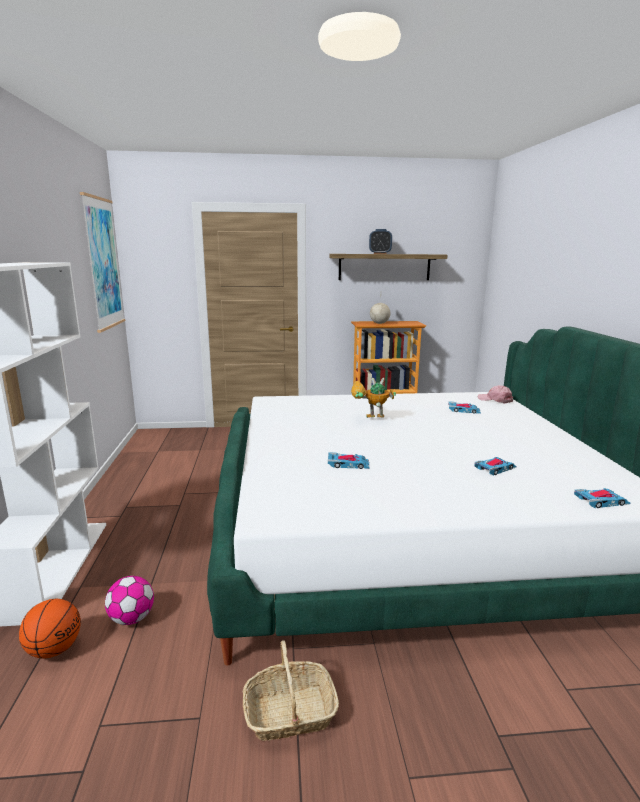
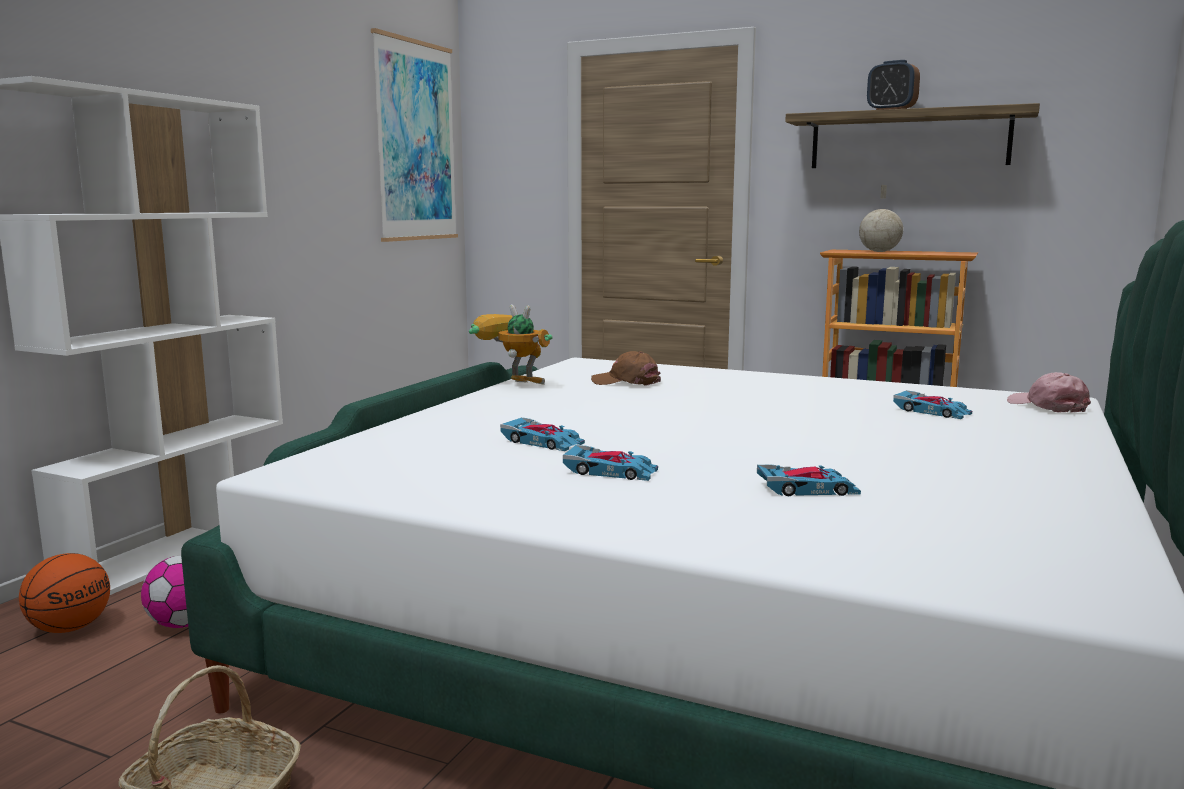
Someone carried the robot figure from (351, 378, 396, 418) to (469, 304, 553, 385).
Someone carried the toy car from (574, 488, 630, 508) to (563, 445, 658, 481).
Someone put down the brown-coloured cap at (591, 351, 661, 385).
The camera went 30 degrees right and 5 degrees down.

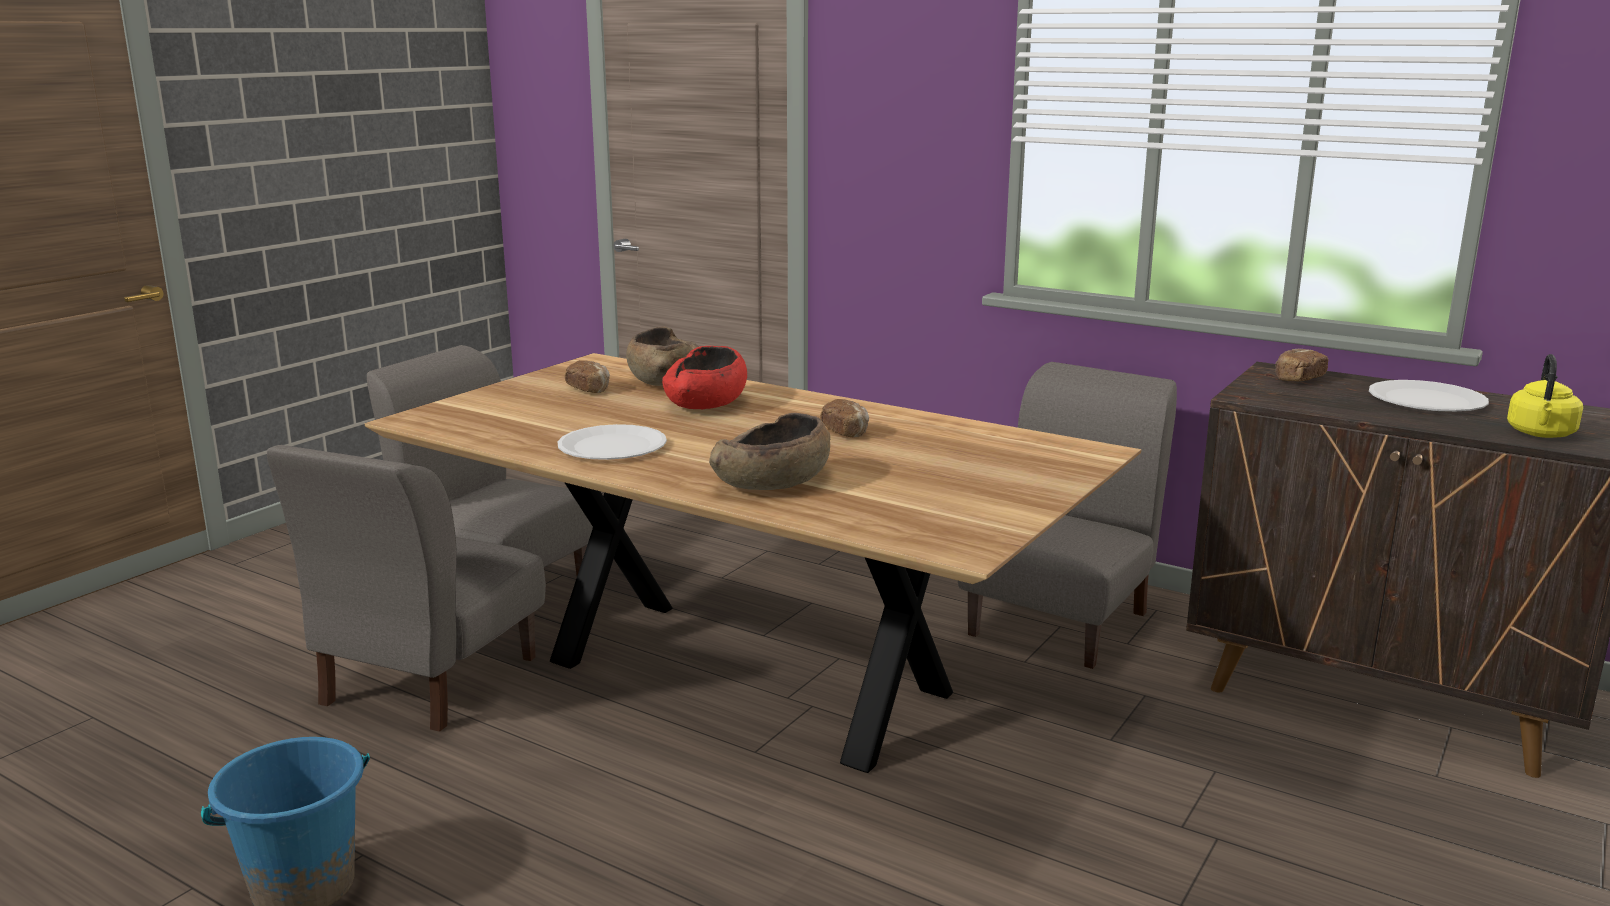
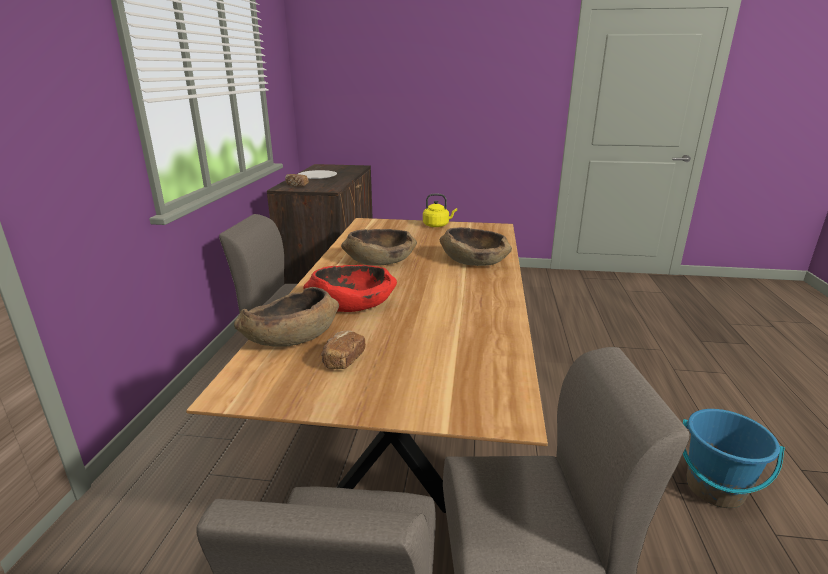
Someone took away the white-coloured plate at (557, 424, 667, 460).
Someone swapped the bakery bread at (820, 399, 869, 437) for the brown-coloured deep dish at (341, 229, 417, 266).
Someone carried the yellowish water kettle from (1507, 354, 1583, 438) to (423, 194, 457, 227).
The camera went 115 degrees left and 5 degrees up.

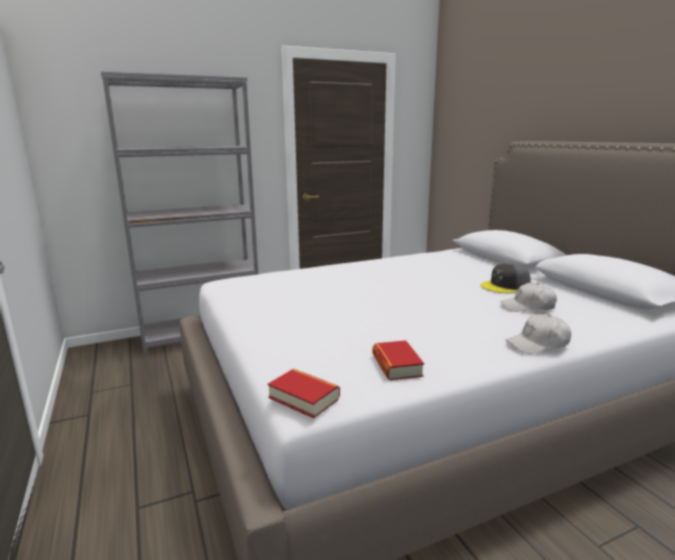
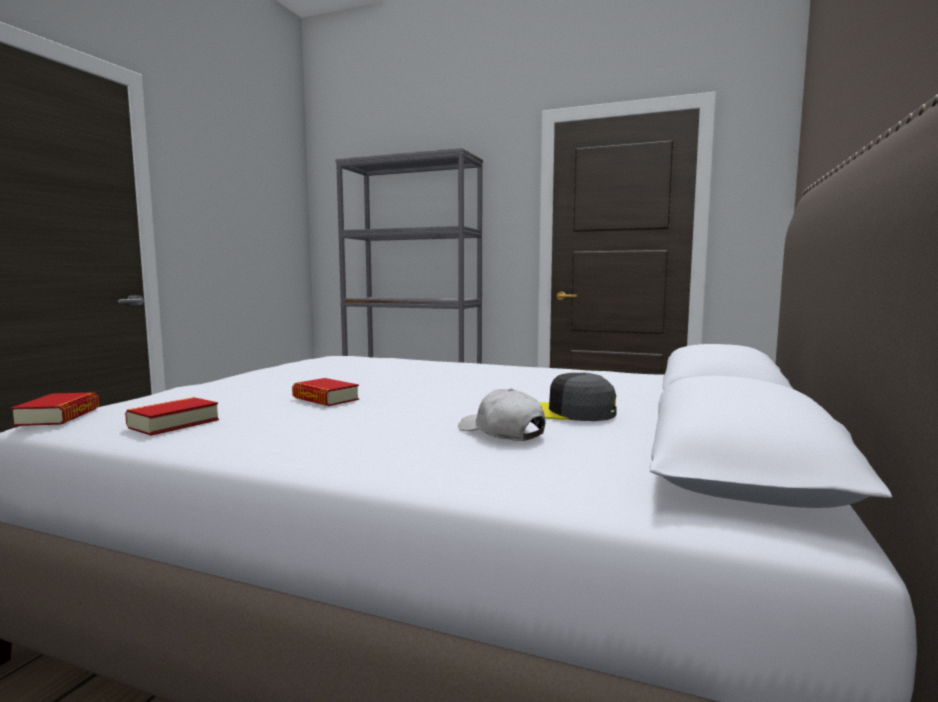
Someone took away the white-coloured cap at (506, 314, 571, 354).
Someone put down the volume at (292, 378, 359, 406).
The camera went 45 degrees right and 10 degrees down.

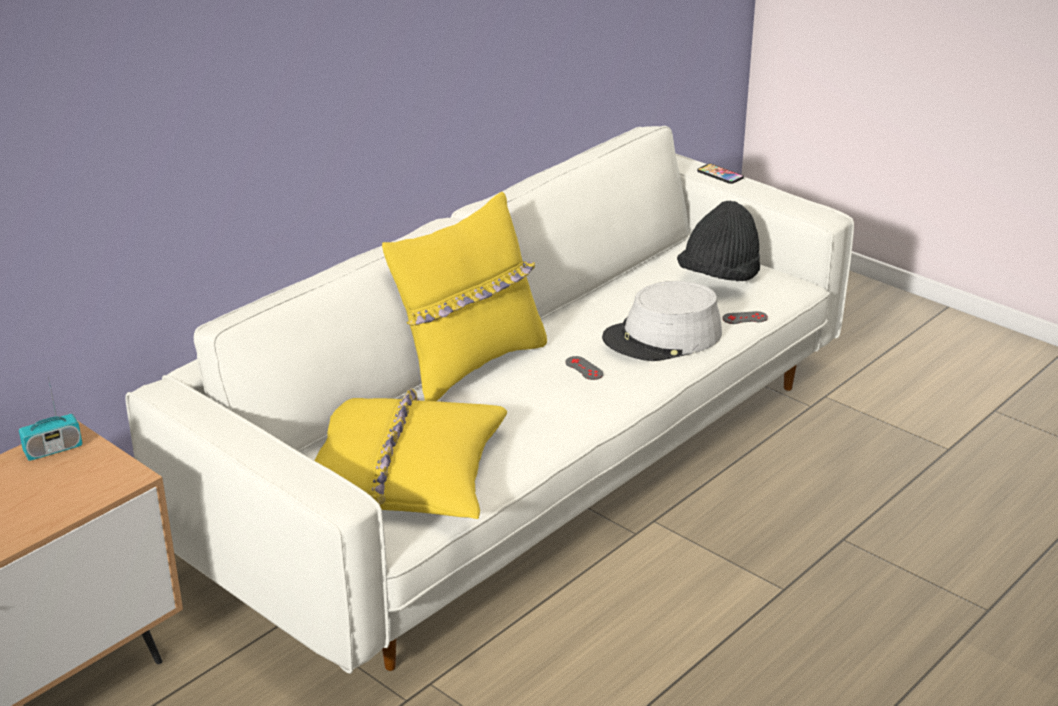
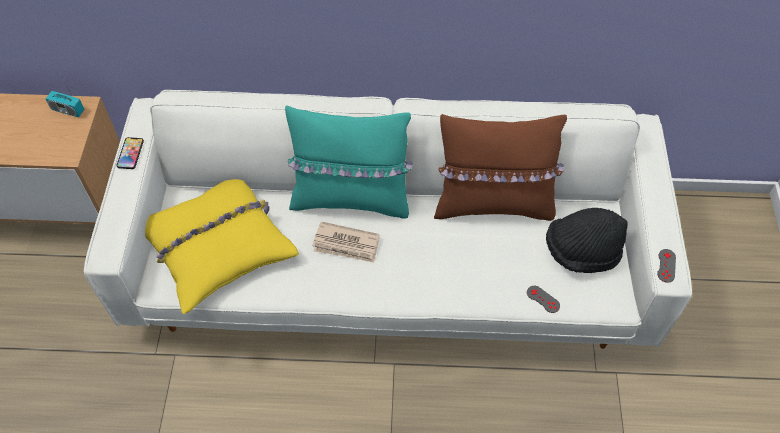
Someone repainted the yellowish cushion at (382, 192, 547, 401), which became the blue-green cushion at (285, 106, 413, 219).
Someone carried the grey joypad from (565, 356, 604, 380) to (657, 249, 676, 283).
Someone took away the grey clothing hat at (602, 281, 722, 361).
Someone carried the phone from (697, 164, 744, 184) to (117, 137, 144, 169).
Someone put down the daily paper at (312, 221, 379, 263).
Someone put down the brown-coloured cushion at (434, 114, 567, 221).
The camera went 50 degrees right and 25 degrees up.

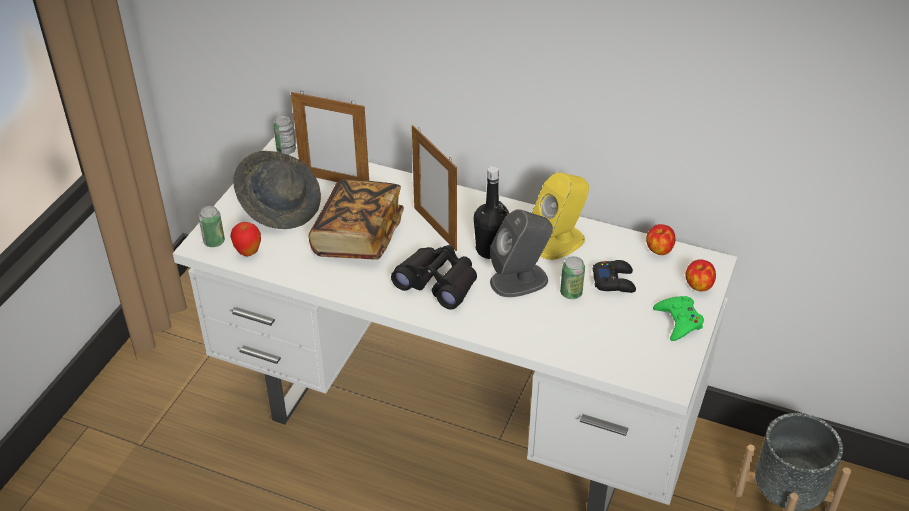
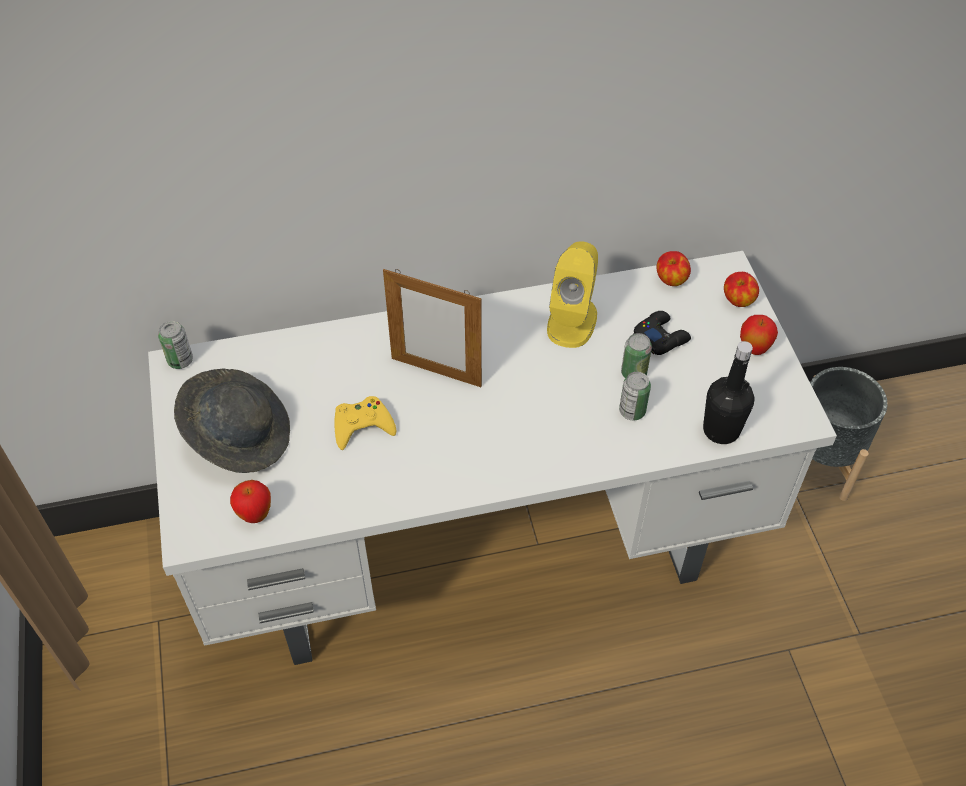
Someone carried the sealed can from (198, 206, 225, 247) to (619, 372, 651, 420).
Someone took away the picture frame at (291, 92, 369, 182).
Someone swapped the volume at (309, 179, 404, 260) for the yellowish joypad at (334, 396, 397, 450).
Someone took away the black binoculars at (391, 245, 477, 309).
Someone carried the black bottle from (474, 166, 509, 259) to (703, 341, 755, 444).
Someone took away the grey loudspeaker at (490, 209, 553, 297).
Someone swapped the greenish joypad at (653, 296, 704, 341) for the apple at (740, 315, 778, 355).
The camera went 35 degrees left and 10 degrees up.

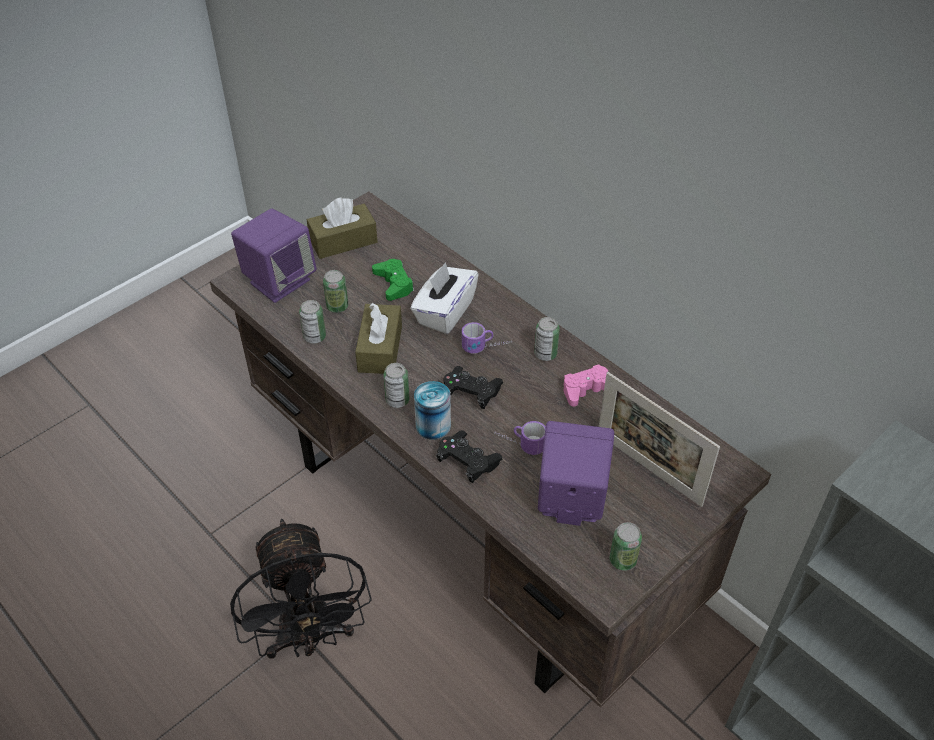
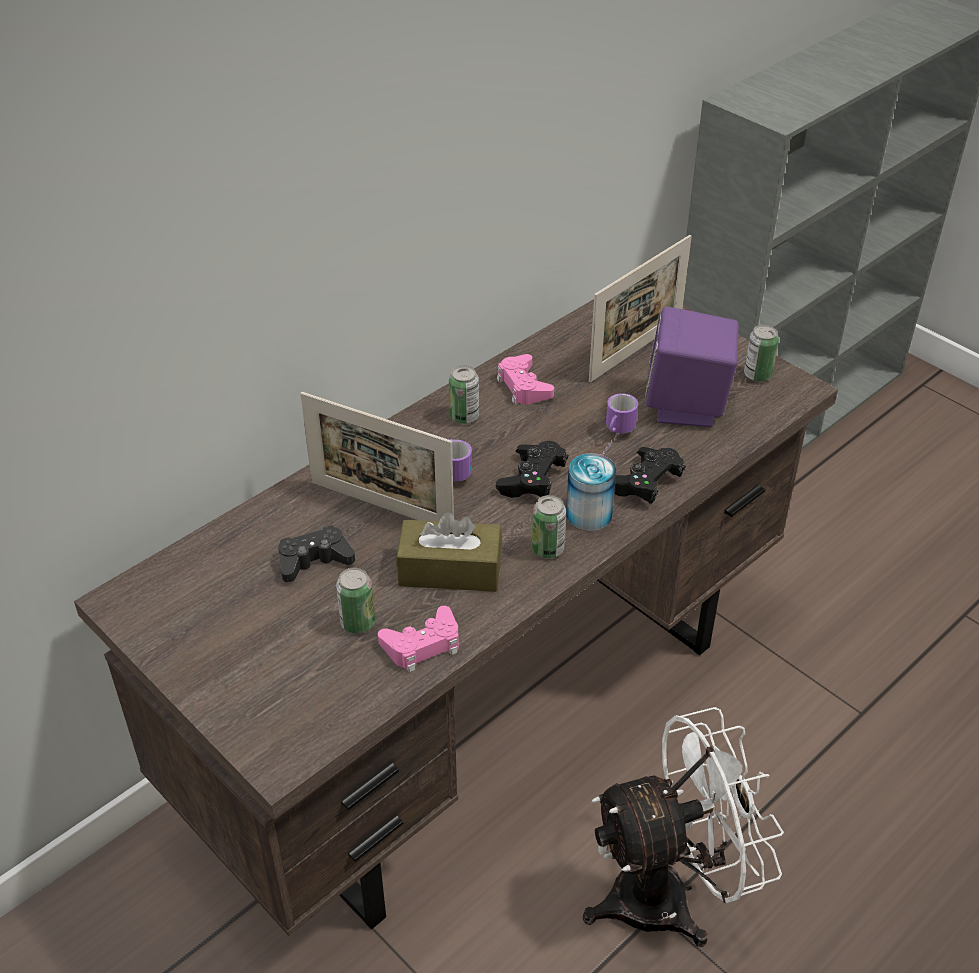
Someone repainted the black cooling fan at (230, 519, 372, 659), which became the white-coloured cooling fan at (582, 707, 784, 947).
Someone took away the purple loudspeaker at (231, 208, 317, 303).
Someone swapped the sealed can at (299, 300, 326, 344) for the pink joypad at (378, 606, 459, 672).
Someone took away the brown-coloured tissue holder at (307, 197, 377, 259).
Someone repainted the greenish joypad at (372, 259, 414, 301), which became the black joypad at (278, 525, 355, 582).
Someone swapped the white-coloured tissue holder at (410, 262, 479, 334) for the picture frame at (300, 392, 454, 521).
The camera went 90 degrees left and 5 degrees down.

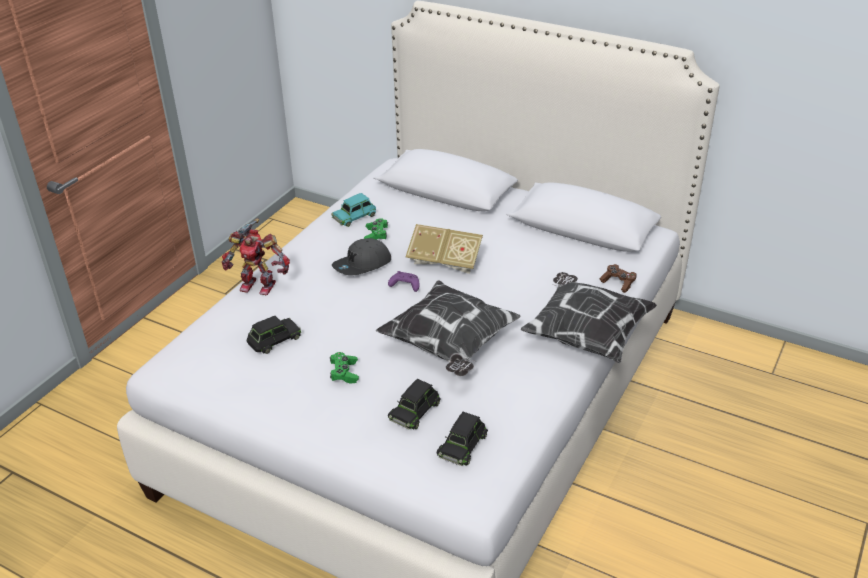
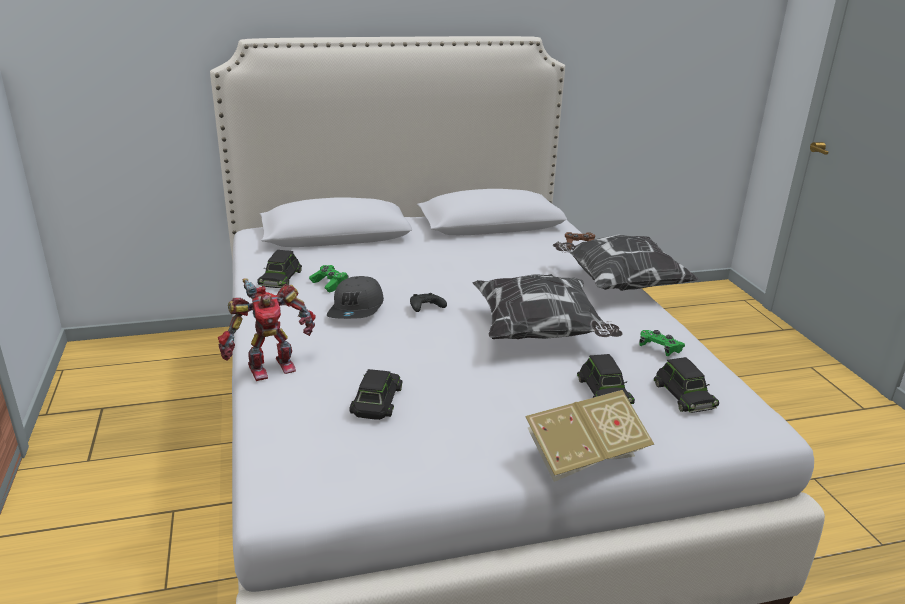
Someone carried the greenish joypad from (329, 352, 359, 384) to (639, 330, 685, 356).
Someone repainted the blue-green toy car at (331, 193, 376, 227), which became the black toy car at (257, 250, 302, 288).
Someone repainted the purple joypad at (388, 271, 420, 292), which became the black joypad at (410, 293, 447, 312).
Someone carried the volume from (406, 224, 483, 274) to (525, 390, 654, 482).
The camera went 45 degrees left and 10 degrees down.

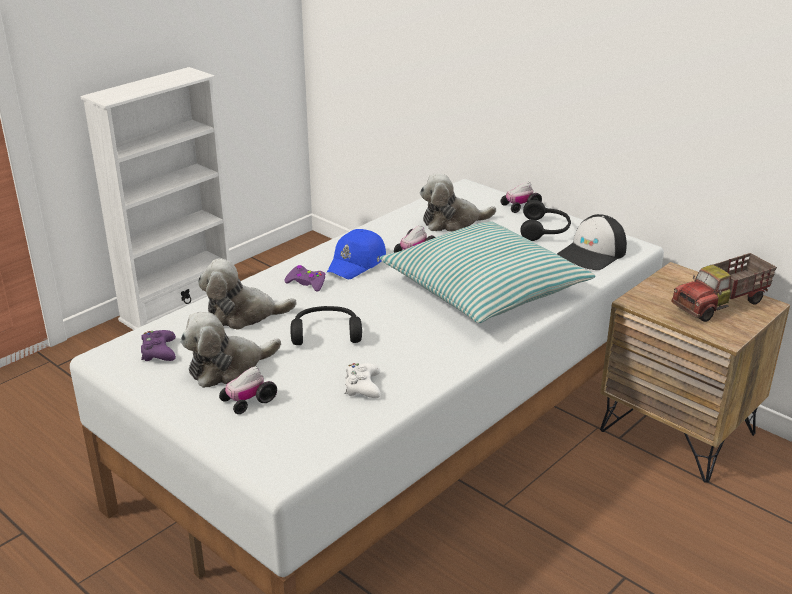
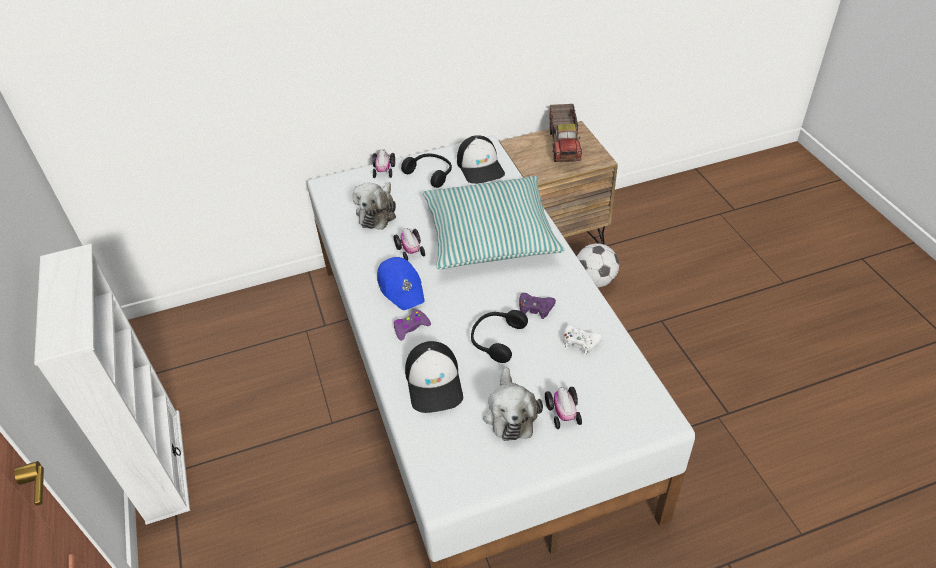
Someone carried the purple joypad from (141, 330, 176, 361) to (519, 293, 556, 319).
Someone swapped the cuddly toy at (198, 258, 297, 330) for the cap at (405, 341, 463, 413).
Someone put down the ball for football at (577, 243, 619, 287).
The camera went 60 degrees left and 15 degrees up.

